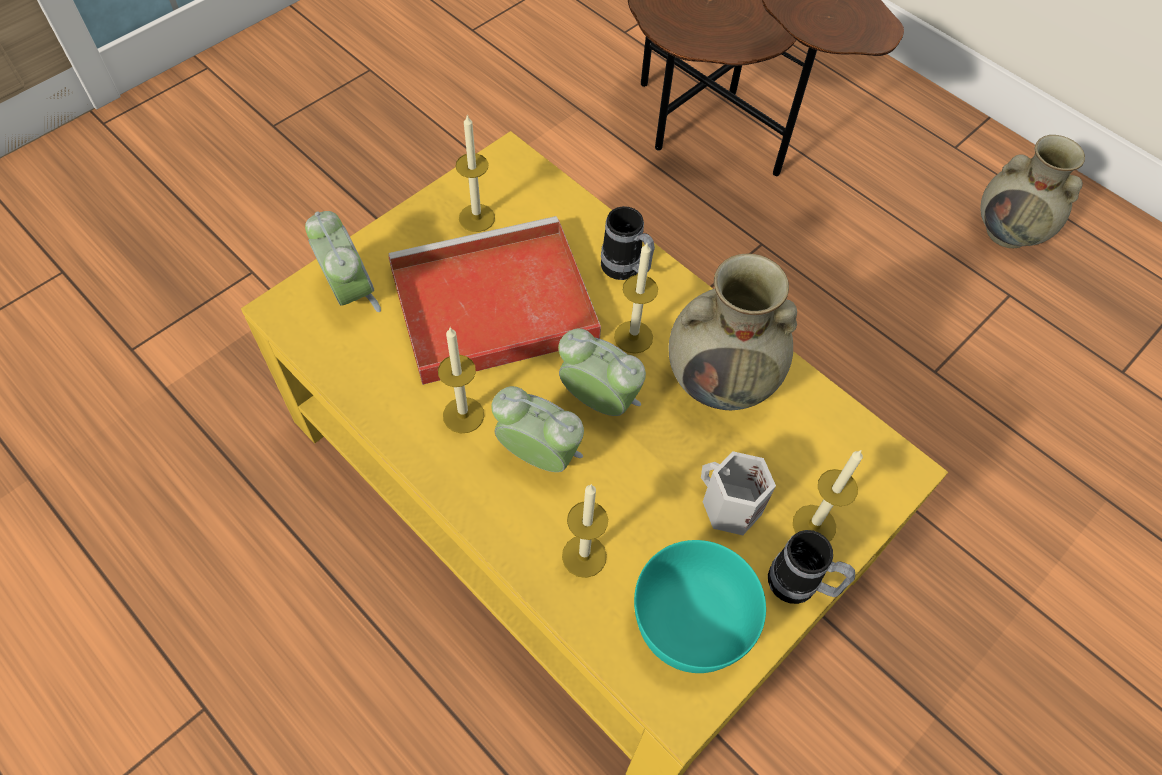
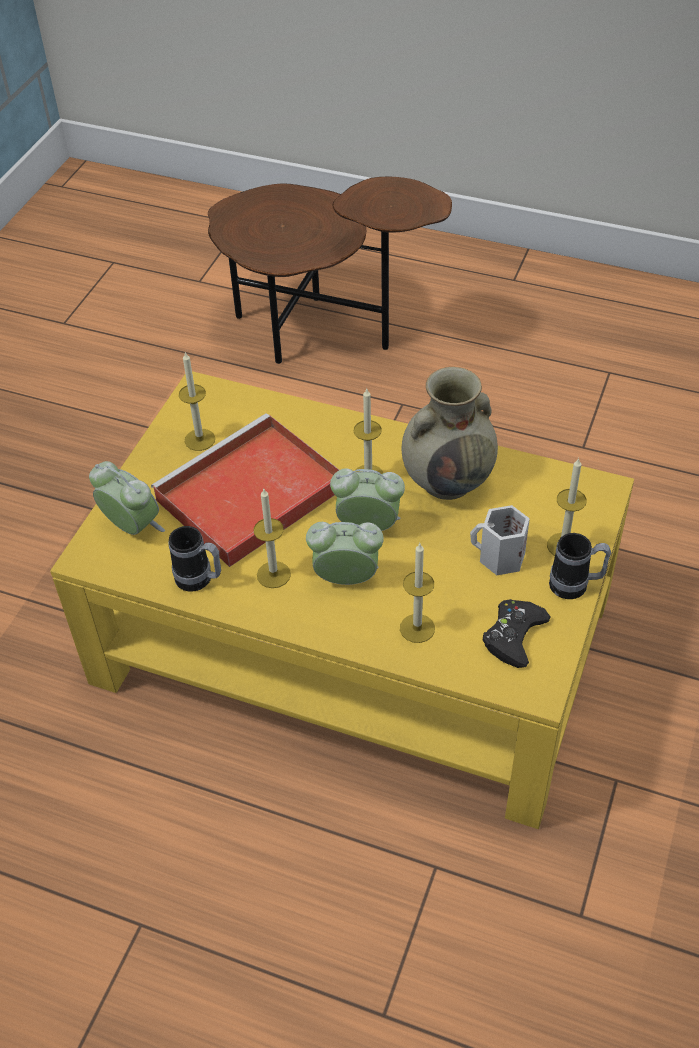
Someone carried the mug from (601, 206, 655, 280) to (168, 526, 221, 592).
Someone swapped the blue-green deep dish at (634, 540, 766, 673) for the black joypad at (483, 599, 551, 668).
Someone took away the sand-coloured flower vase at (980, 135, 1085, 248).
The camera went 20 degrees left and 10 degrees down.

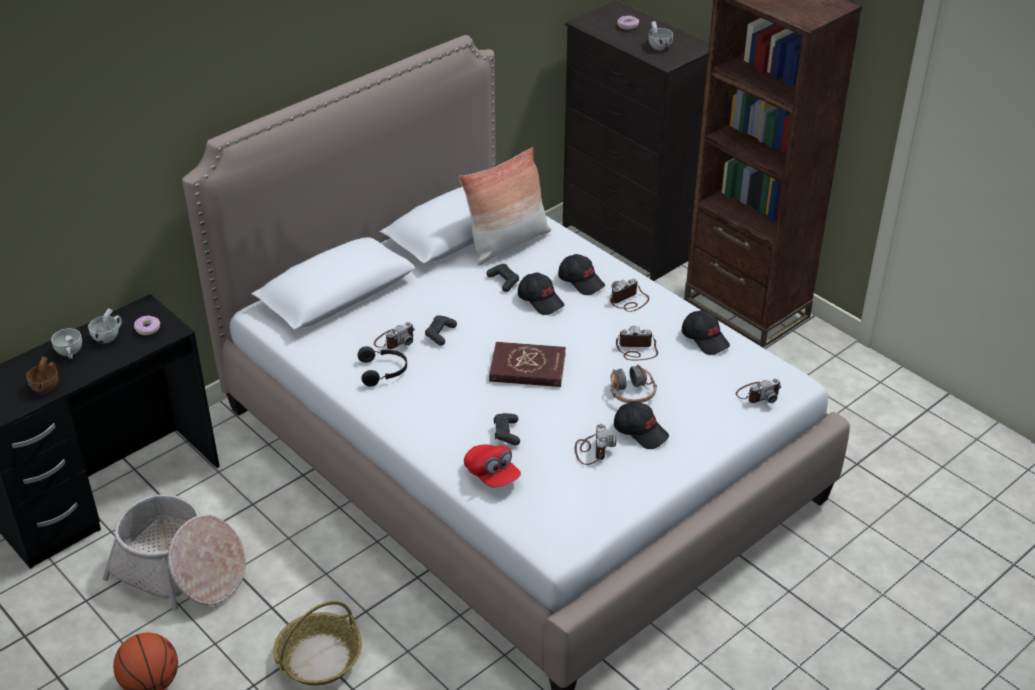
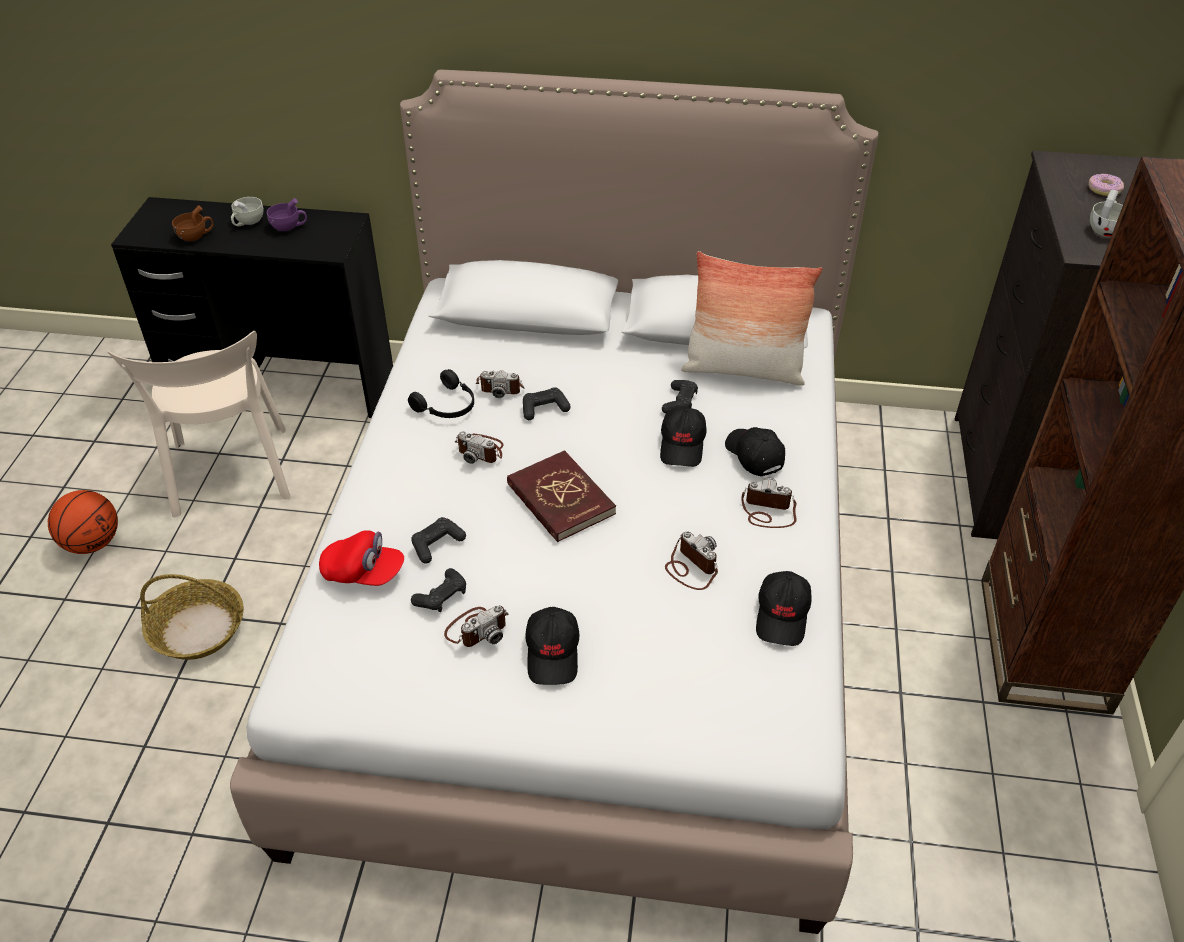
Someone repainted the white-coloured cup at (88, 308, 122, 343), which became the purple cup at (267, 198, 307, 231).
Someone swapped the household basket at (103, 494, 246, 611) for the sand-coloured chair at (107, 331, 291, 517).
Someone took away the donut at (134, 316, 160, 336).
Someone rotated the red-coloured cap at (464, 444, 521, 488) by 90 degrees counterclockwise.
Someone rotated the black cap at (558, 254, 605, 295) by 150 degrees clockwise.
Someone took away the headset at (611, 365, 657, 403).
Someone carried the photo camera from (736, 378, 781, 403) to (454, 431, 504, 464).
Someone put down the black joypad at (411, 568, 466, 612).
The camera went 50 degrees right and 5 degrees up.

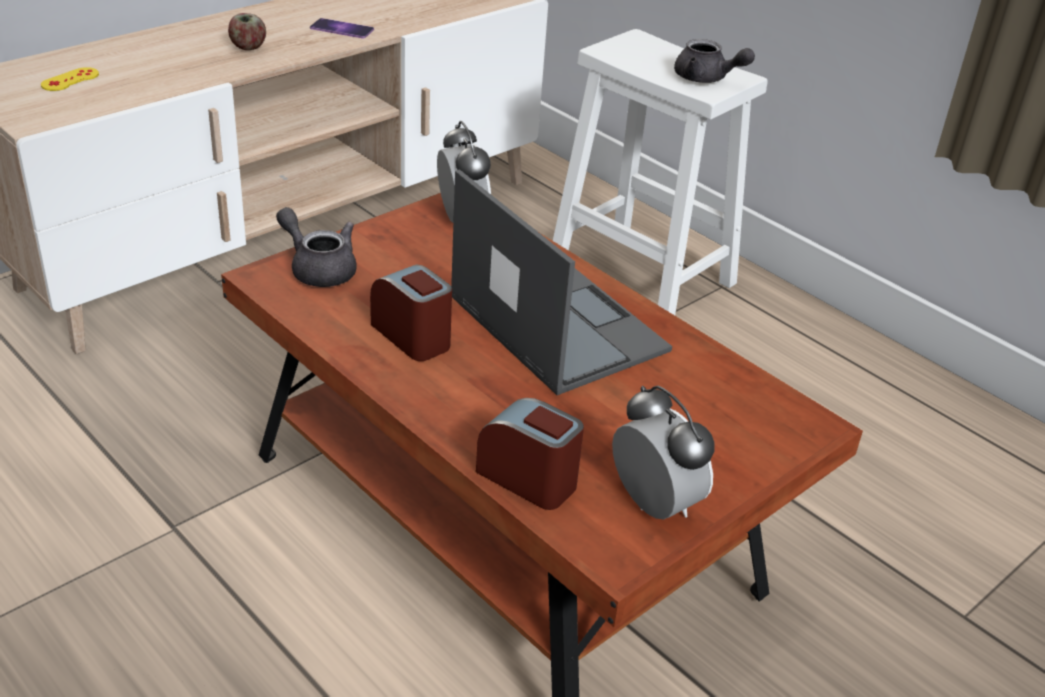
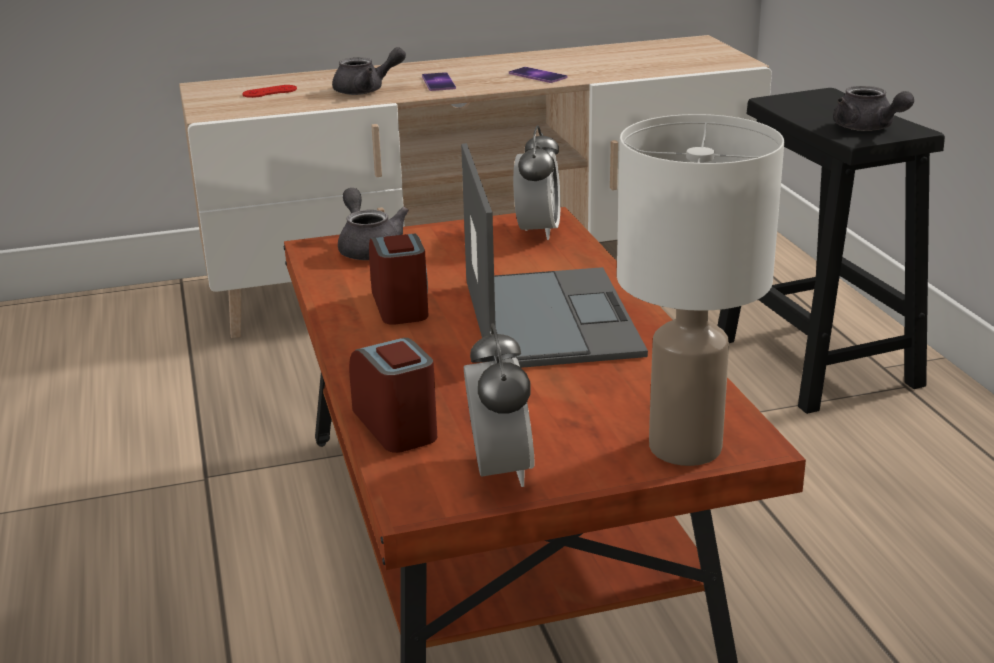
Someone repainted the yellowish joypad at (41, 67, 99, 91), which became the red-coloured joypad at (242, 85, 297, 98).
Someone swapped the apple at (228, 13, 266, 50) for the phone at (422, 72, 456, 91).
Someone repainted the white-coloured stool seat at (553, 29, 768, 315), which became the black stool seat at (717, 88, 945, 414).
Someone put down the grey teapot at (332, 47, 406, 95).
Someone put down the white-coloured table lamp at (617, 114, 784, 466).
The camera went 30 degrees right and 10 degrees down.

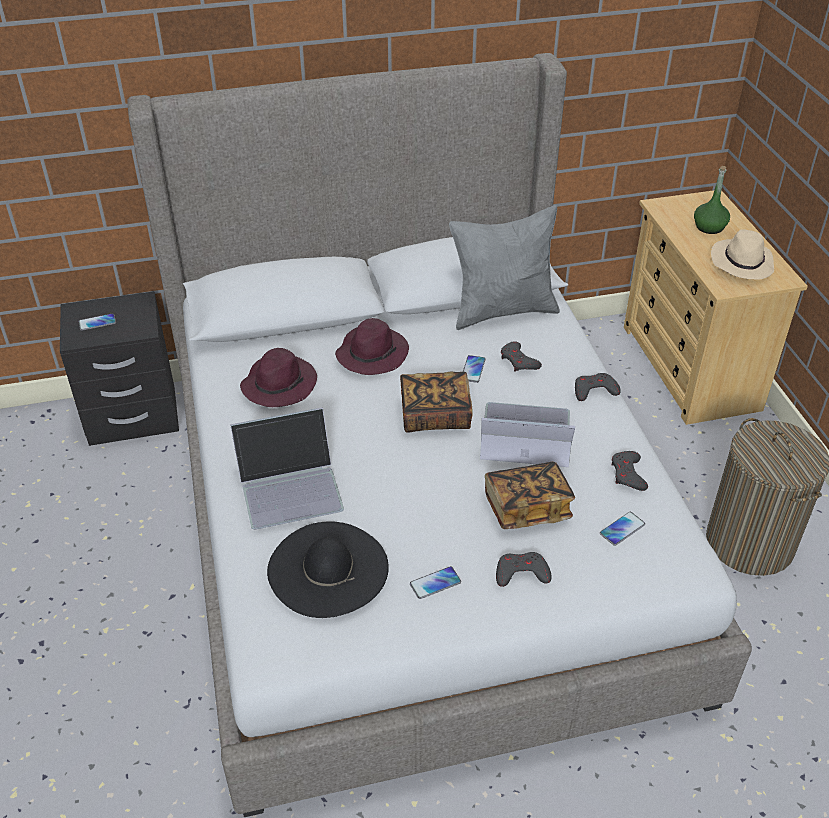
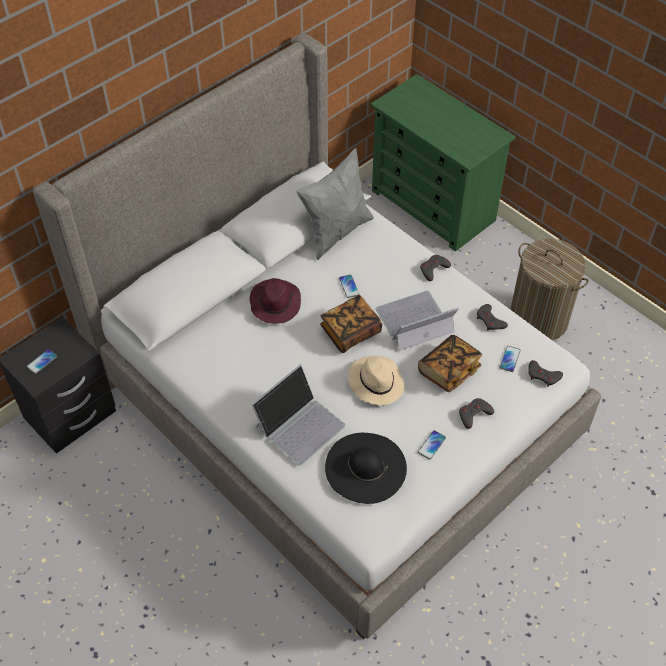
Someone took away the purple clothing hat at (240, 348, 317, 407).
Someone carried the grey joypad from (501, 341, 542, 372) to (528, 360, 563, 387).
Someone repainted the sand-coloured chest of drawers at (624, 190, 808, 425), which became the greenish chest of drawers at (370, 74, 516, 252).
Someone took away the greenish bottle at (694, 166, 730, 234).
Someone carried the sand-coloured clothing hat from (711, 229, 774, 279) to (348, 356, 405, 405).
The camera went 30 degrees left and 10 degrees up.

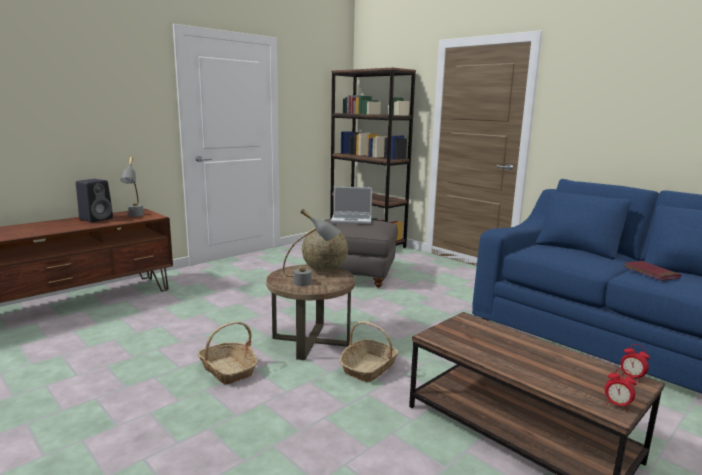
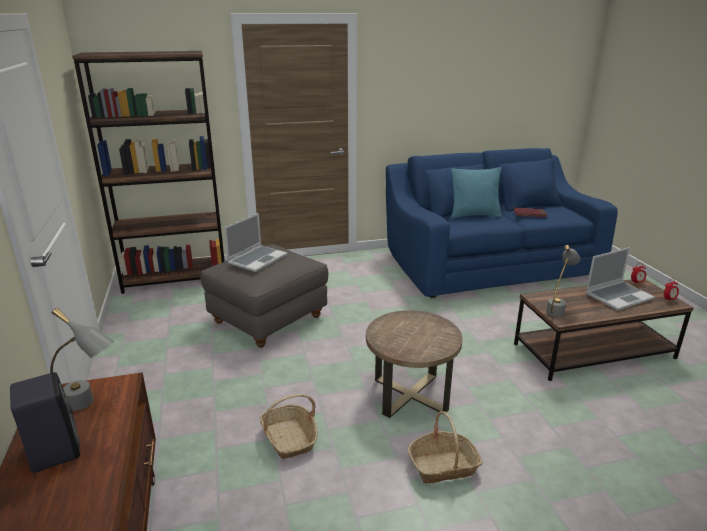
Someone carried the grey table lamp from (283, 209, 341, 286) to (546, 245, 580, 317).
Someone took away the desk globe at (302, 230, 348, 272).
Someone carried the household basket from (339, 321, 399, 382) to (260, 394, 318, 459).
Someone put down the blue-green cushion at (451, 167, 502, 218).
Someone put down the portable computer at (585, 247, 655, 311).
The camera went 60 degrees left and 10 degrees up.

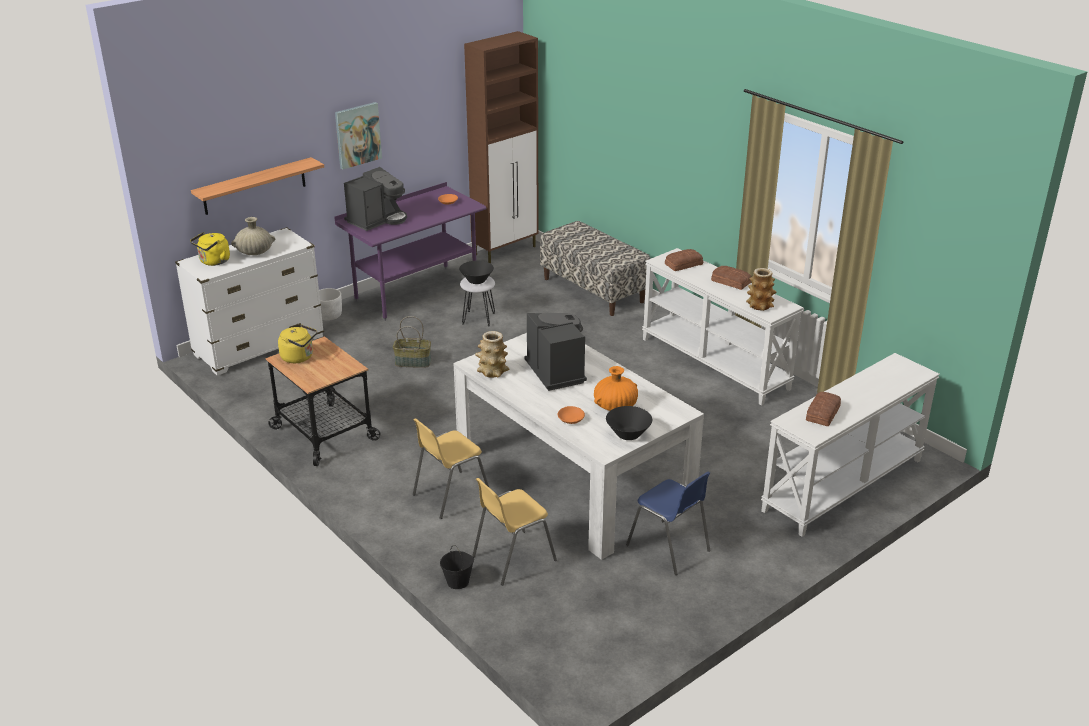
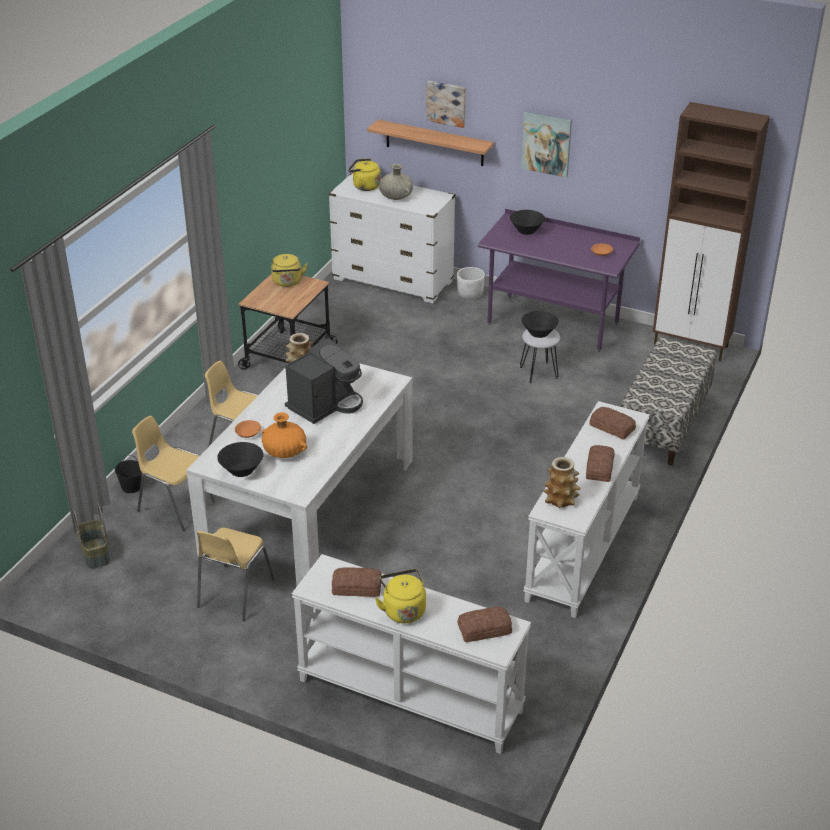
Someone swapped the coffee maker at (344, 167, 407, 231) for the black deep dish at (510, 210, 545, 235).
Someone carried the household basket from (393, 316, 431, 368) to (73, 504, 110, 569).
Someone repainted the bluish chair at (626, 471, 710, 575), which became the yellowish chair at (197, 528, 275, 621).
Someone put down the yellowish water kettle at (375, 569, 426, 623).
Someone put up the wall picture at (426, 81, 466, 128).
Someone put down the bakery bread at (457, 607, 512, 642).
The camera went 65 degrees right and 5 degrees up.

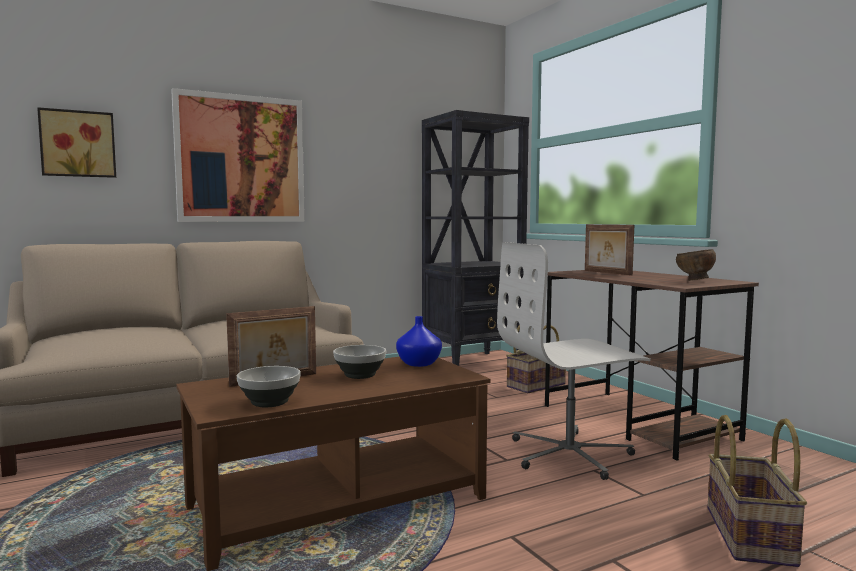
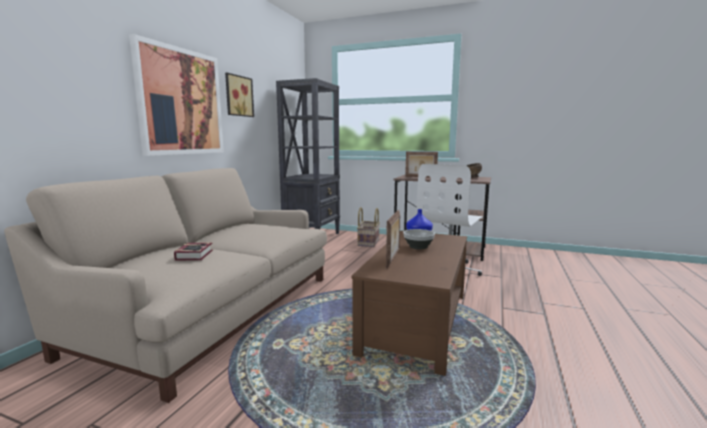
Someone carried the wall picture from (37, 107, 116, 178) to (225, 73, 254, 117).
Someone took away the deep dish at (237, 366, 301, 407).
Someone took away the household basket at (708, 415, 807, 567).
Someone put down the volume at (174, 243, 213, 260).
The camera went 40 degrees left and 5 degrees up.

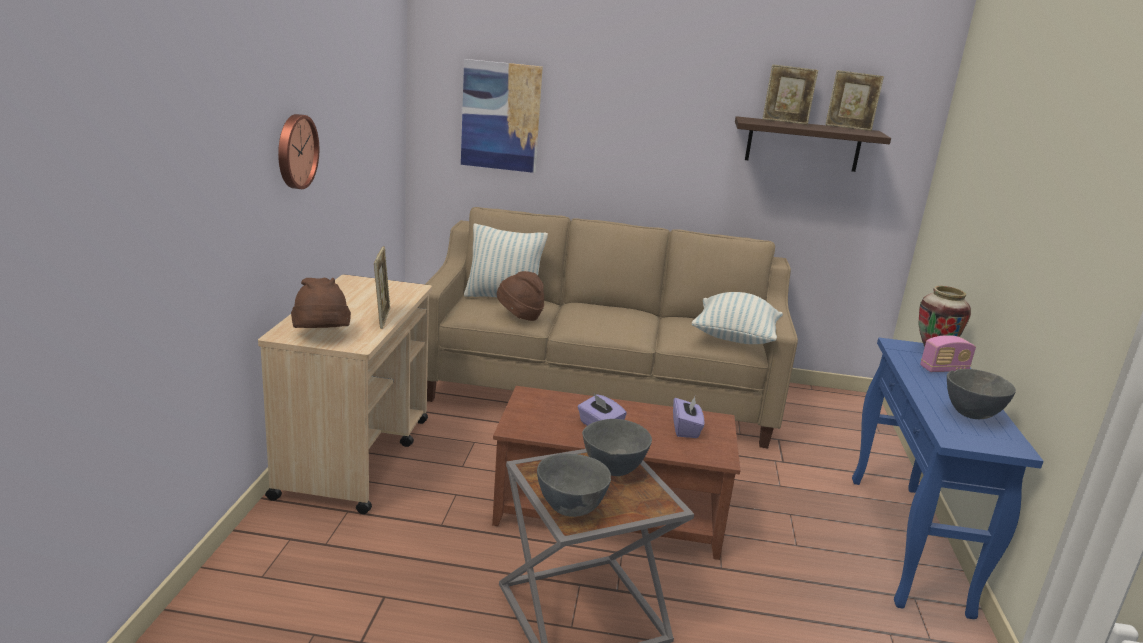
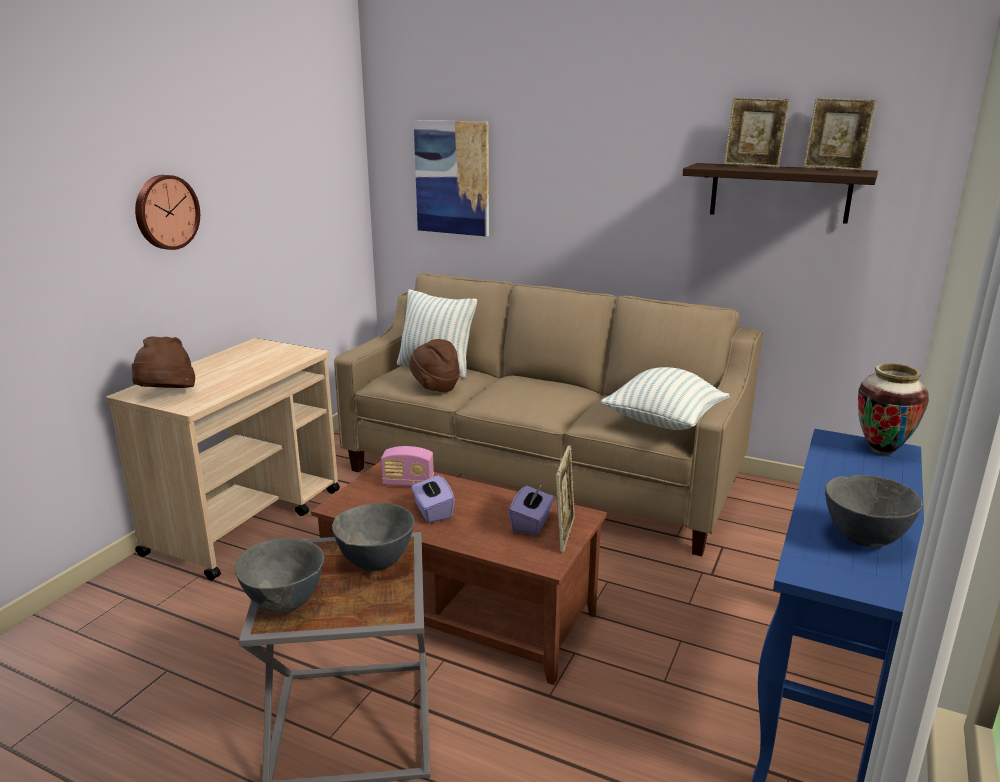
Someone carried the picture frame from (374, 246, 391, 329) to (556, 445, 575, 553).
Someone carried the radio set from (920, 335, 976, 372) to (381, 446, 434, 486).
The camera went 20 degrees right and 0 degrees up.

